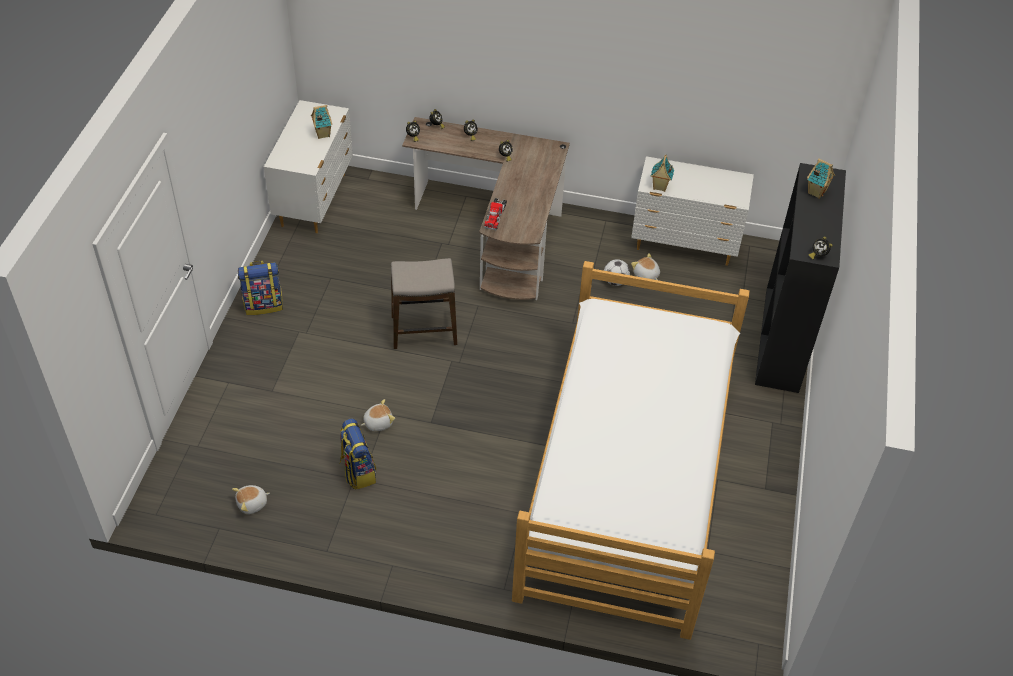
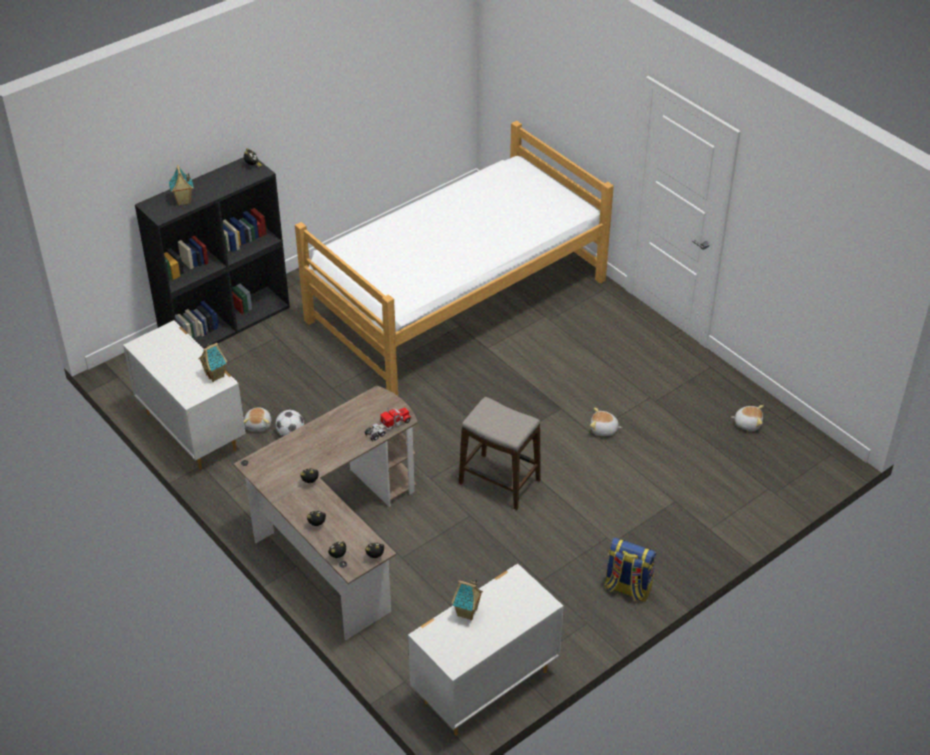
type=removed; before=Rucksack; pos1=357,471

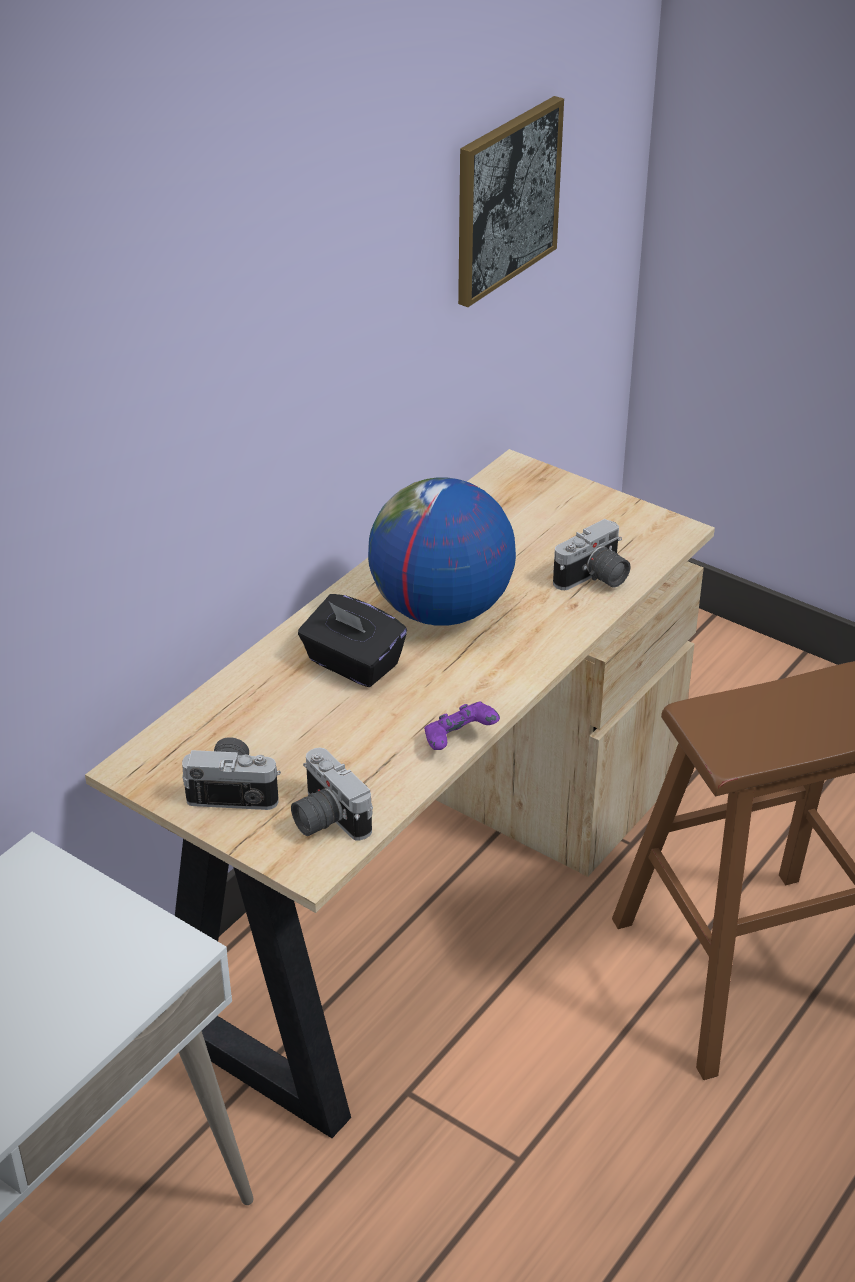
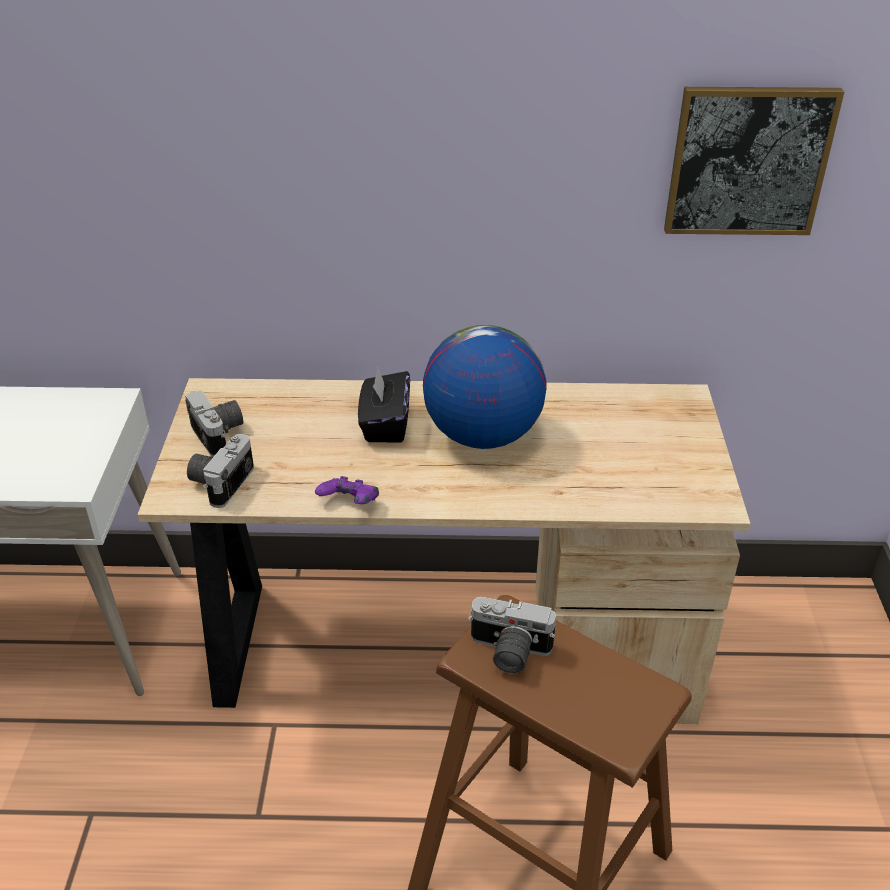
type=moved; before=Kamera; pos1=594,579; pos2=508,652

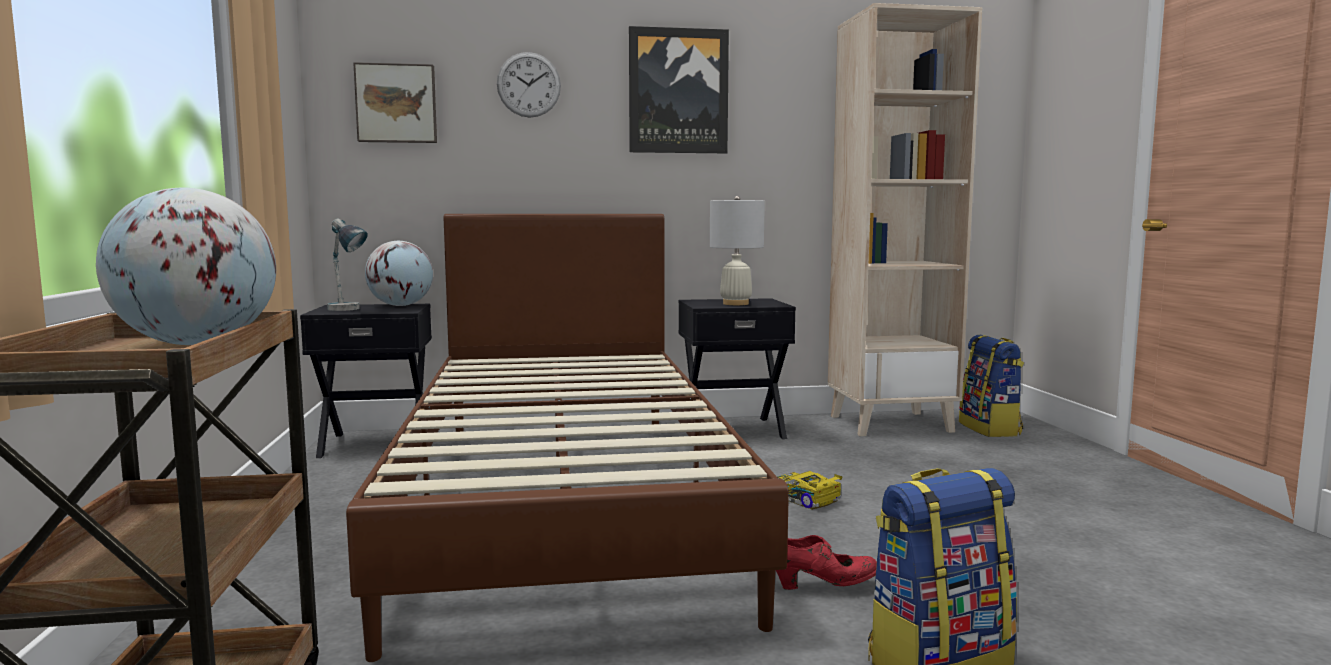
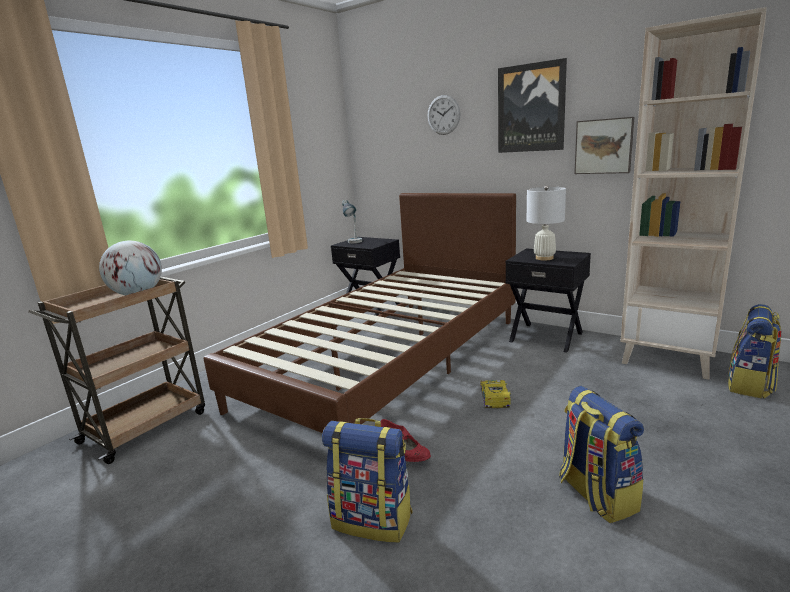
type=moved; before=Bild; pos1=396,104; pos2=603,146
type=removed; before=Globus; pos1=400,305
type=added; after=Rucksack; pos2=595,495

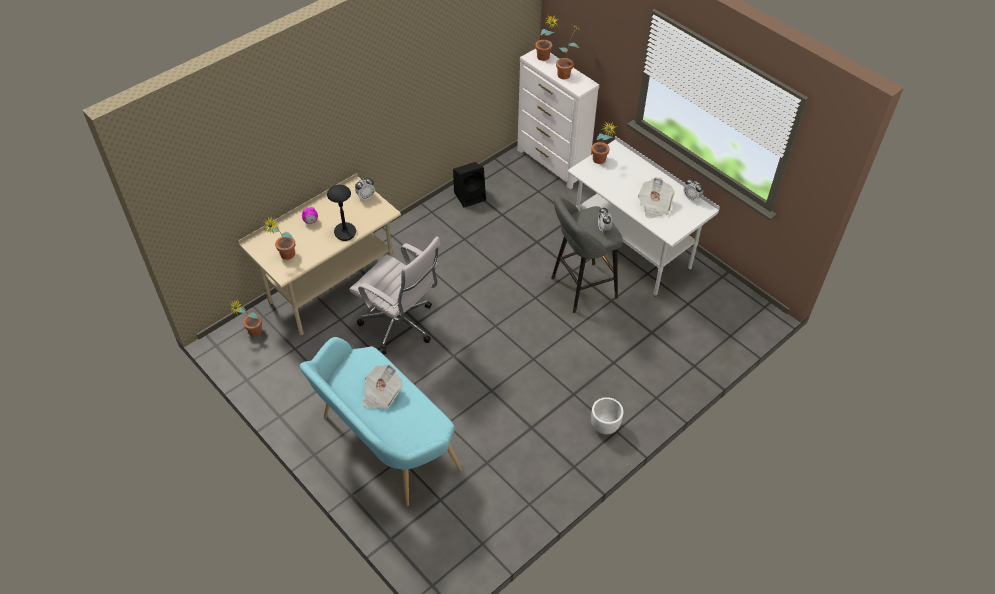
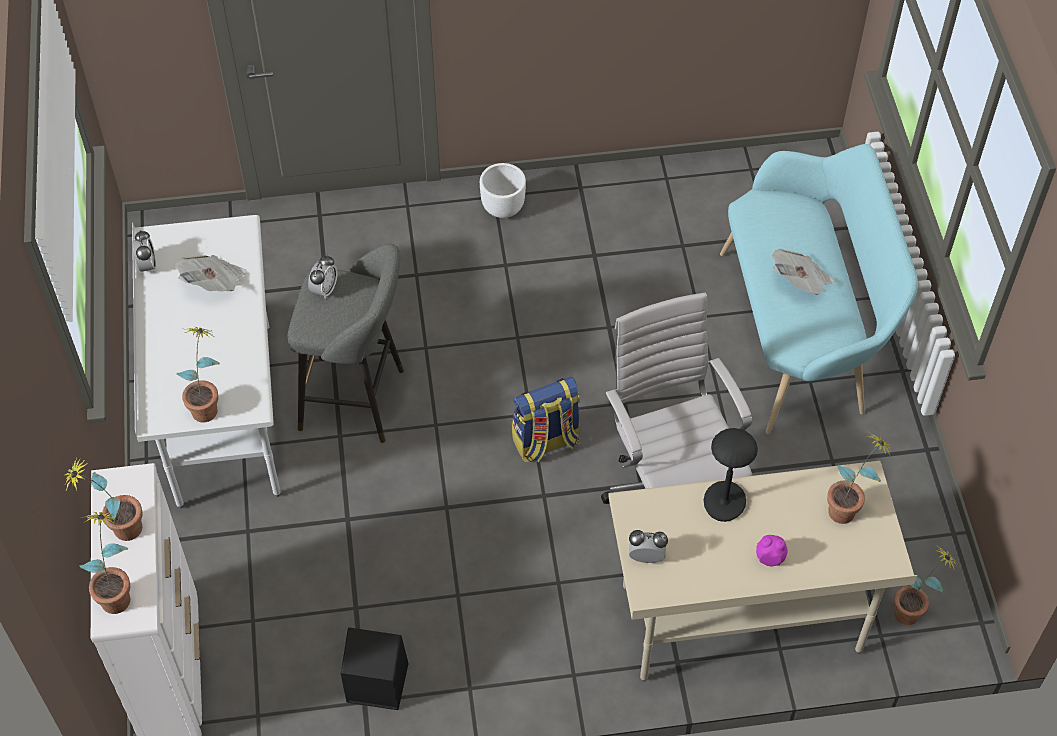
type=added; after=Rucksack; pos2=545,442

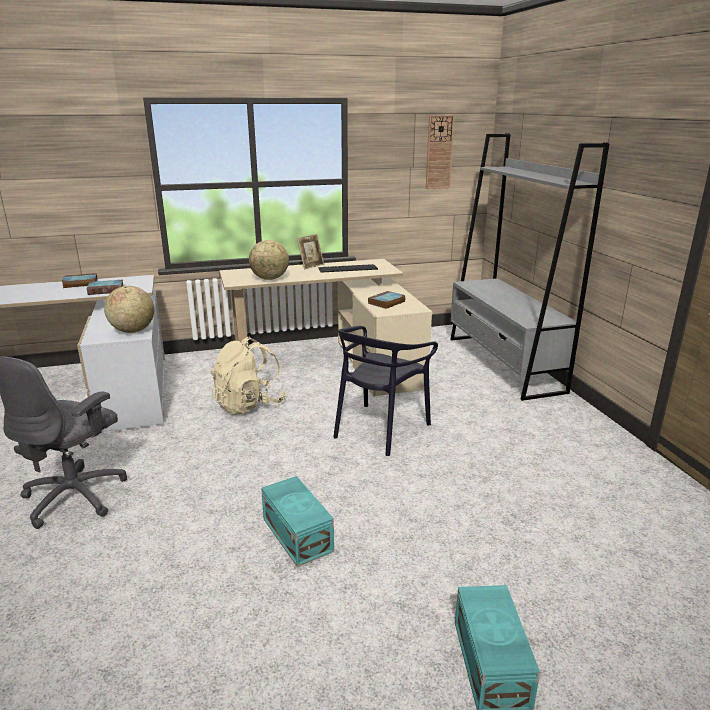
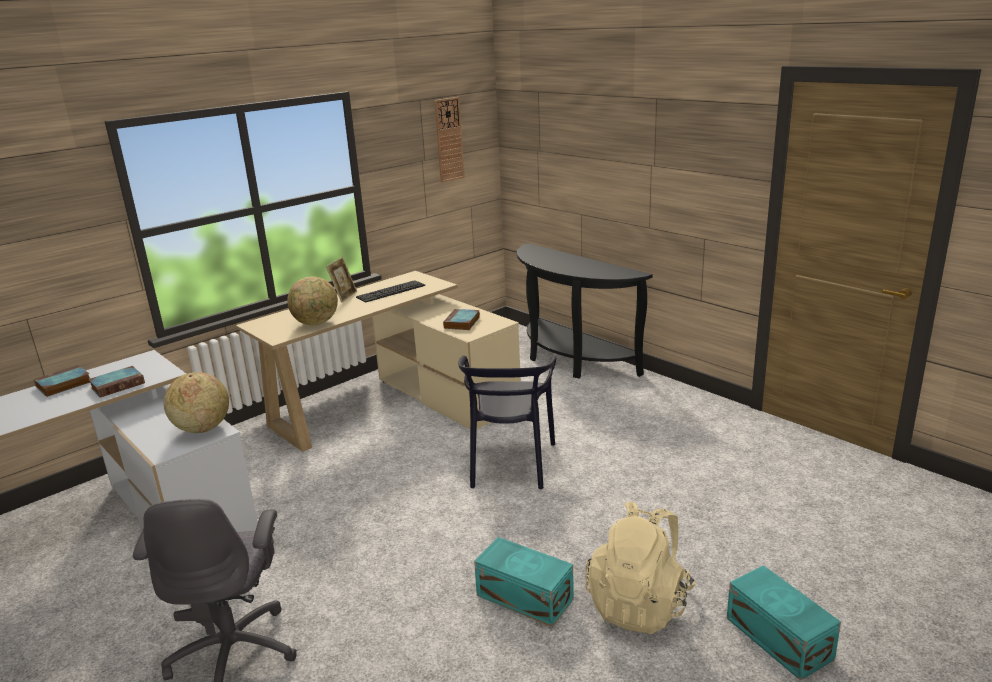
type=replaced; before=Bücherregal (grau); after=Konsolentisch (schwarz); pos1=503,364; pos2=571,360
type=moved; before=Rucksack (beige); pos1=249,404; pos2=639,604

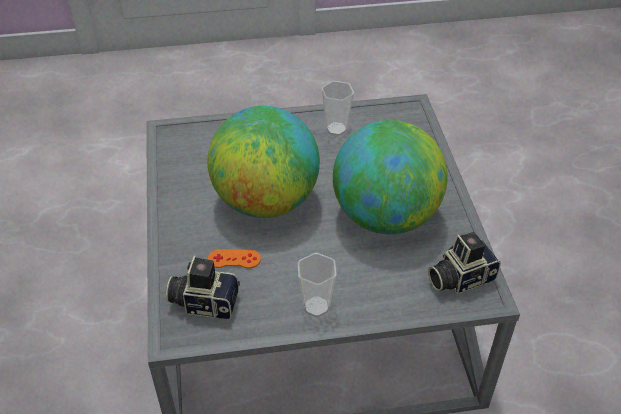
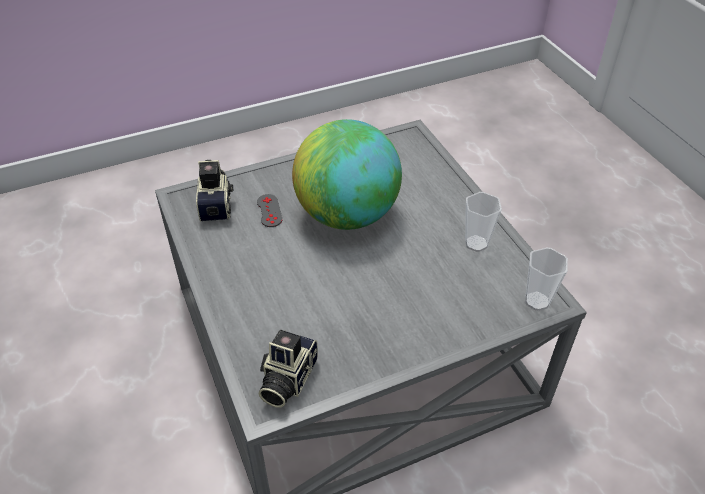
type=removed; before=Globus; pos1=385,216
type=turned; before=Kamera; pos1=459,277; pos2=286,379; turn=-120
type=recoloured; before=Gamepad (orange); after=Gamepad (grau); pos1=234,259; pos2=269,211
type=moved; before=Tasse; pos1=316,306; pos2=537,301

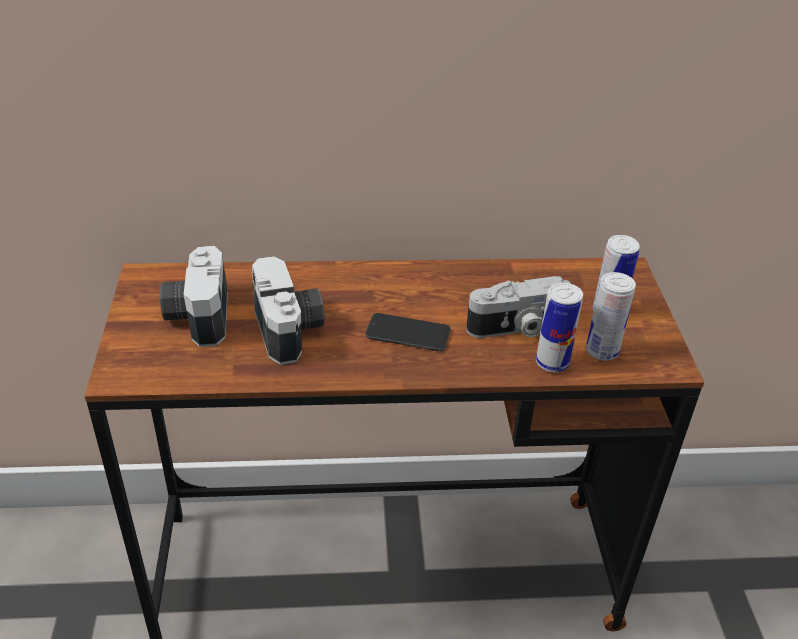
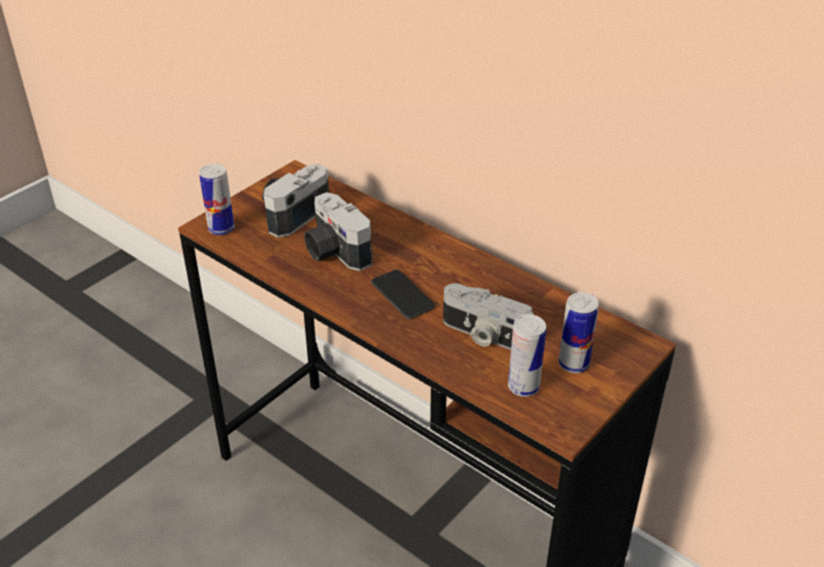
type=turned; before=Kamera; pos1=291,329; pos2=334,252; turn=120
type=moved; before=Dose; pos1=552,363; pos2=221,229

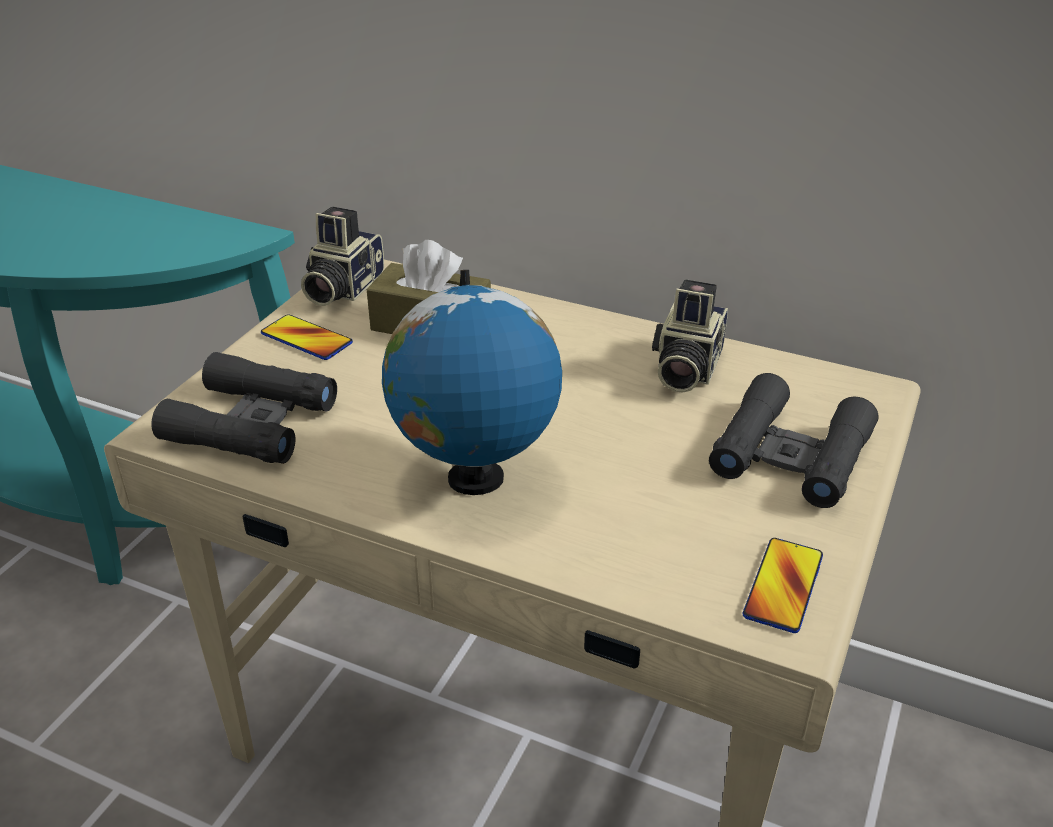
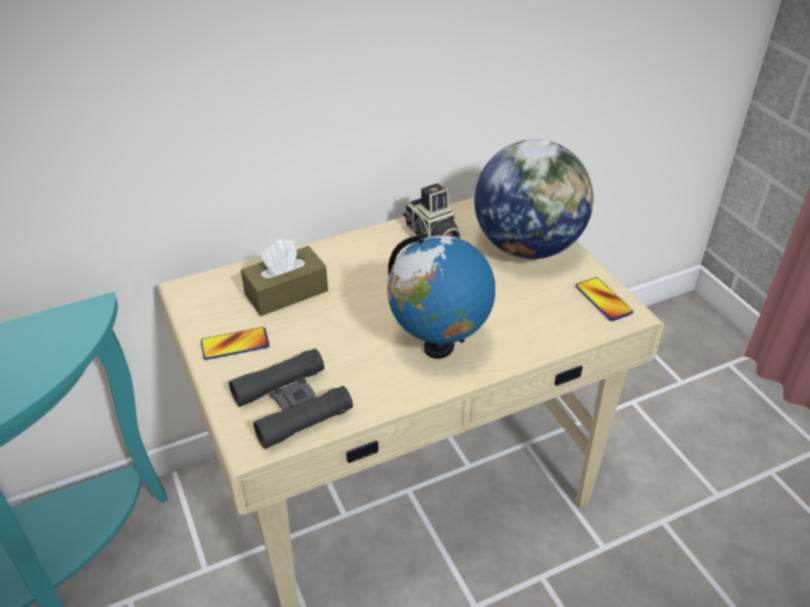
type=removed; before=Kamera; pos1=341,288
type=replaced; before=Fernglas (schwarz); after=Globus; pos1=790,454; pos2=527,246

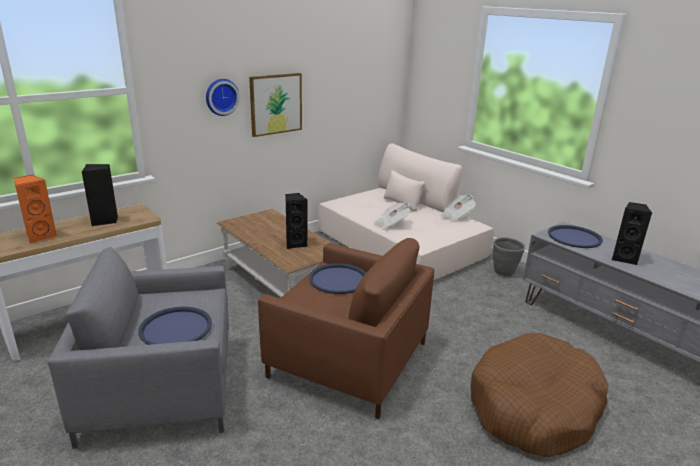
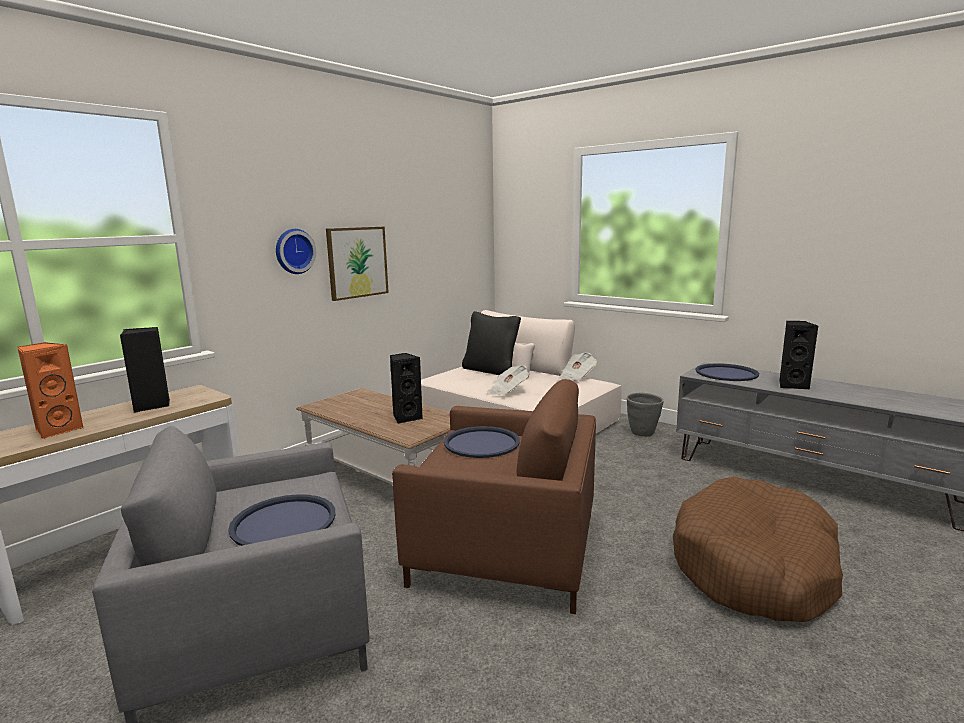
type=added; after=Kissen (schwarz); pos2=491,370

